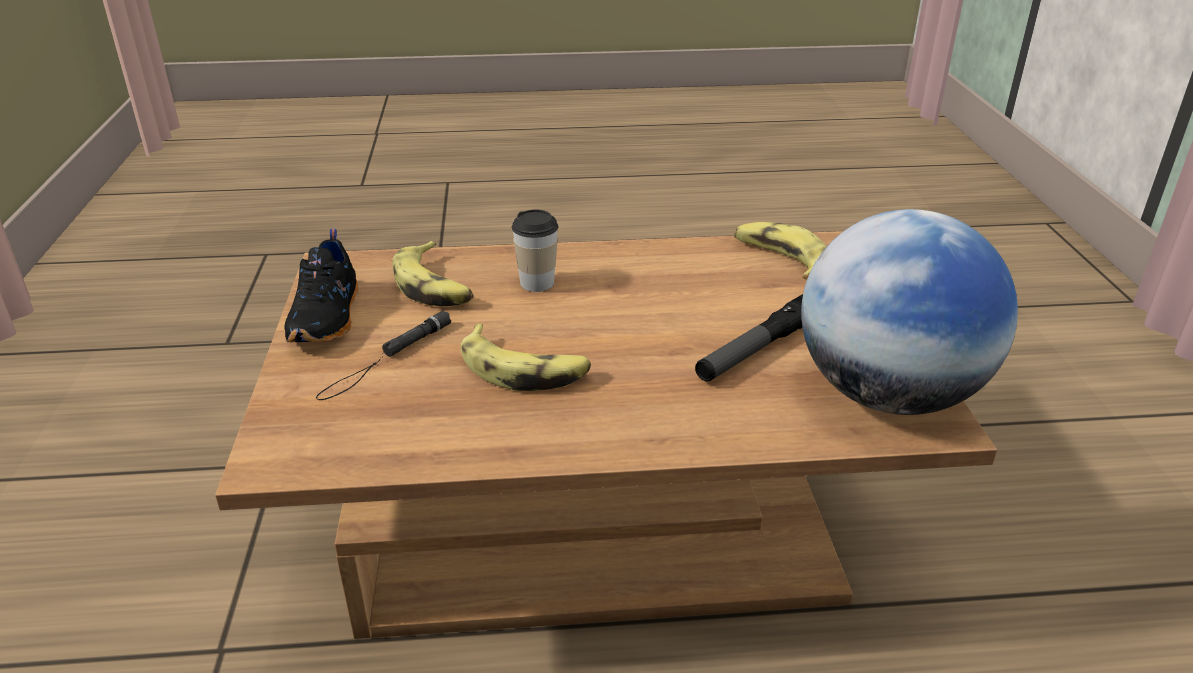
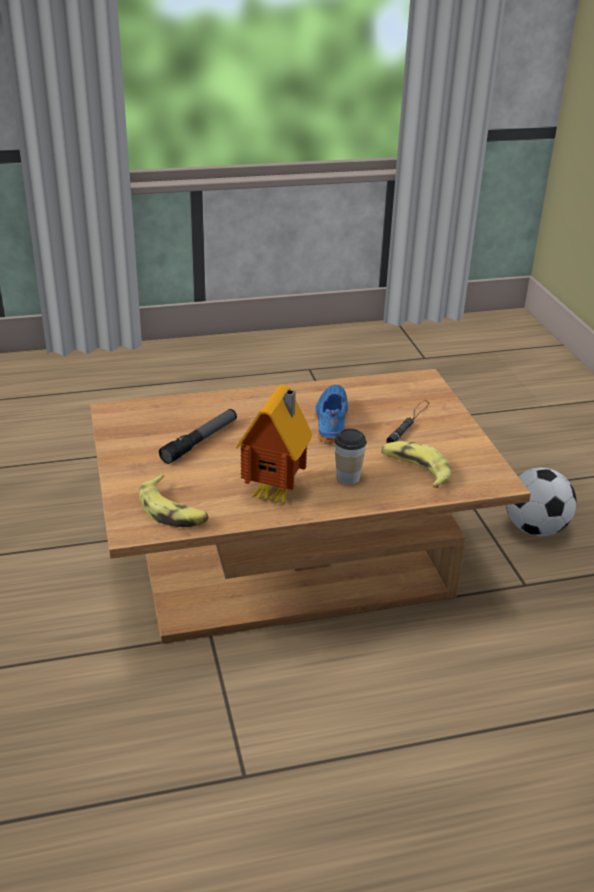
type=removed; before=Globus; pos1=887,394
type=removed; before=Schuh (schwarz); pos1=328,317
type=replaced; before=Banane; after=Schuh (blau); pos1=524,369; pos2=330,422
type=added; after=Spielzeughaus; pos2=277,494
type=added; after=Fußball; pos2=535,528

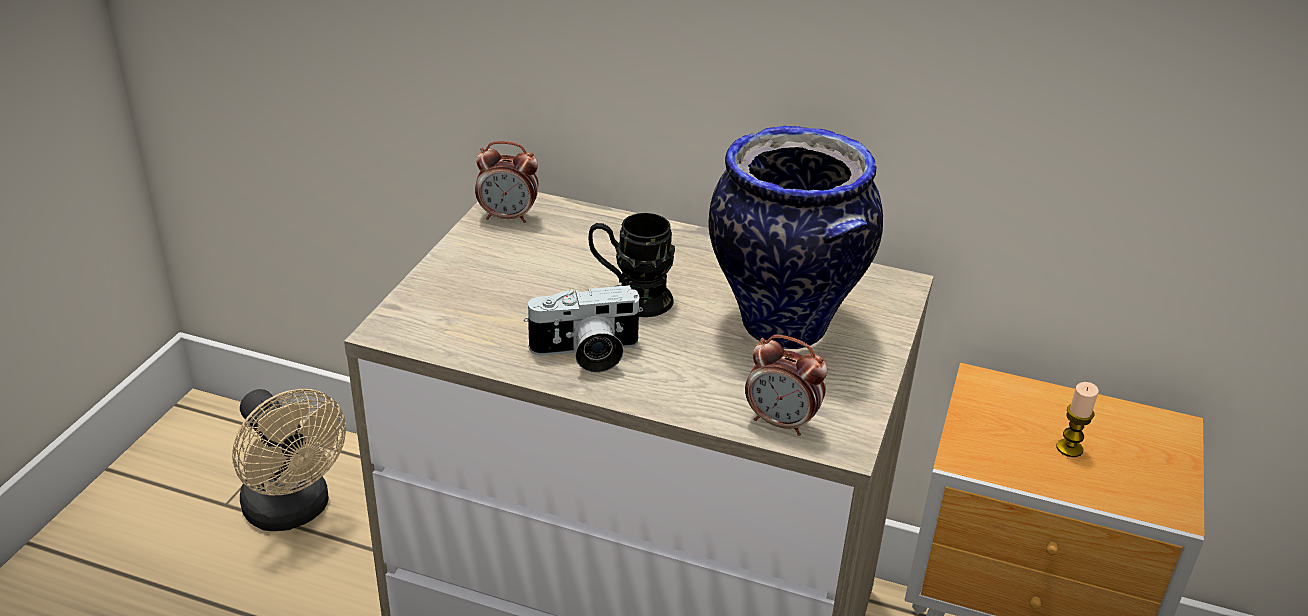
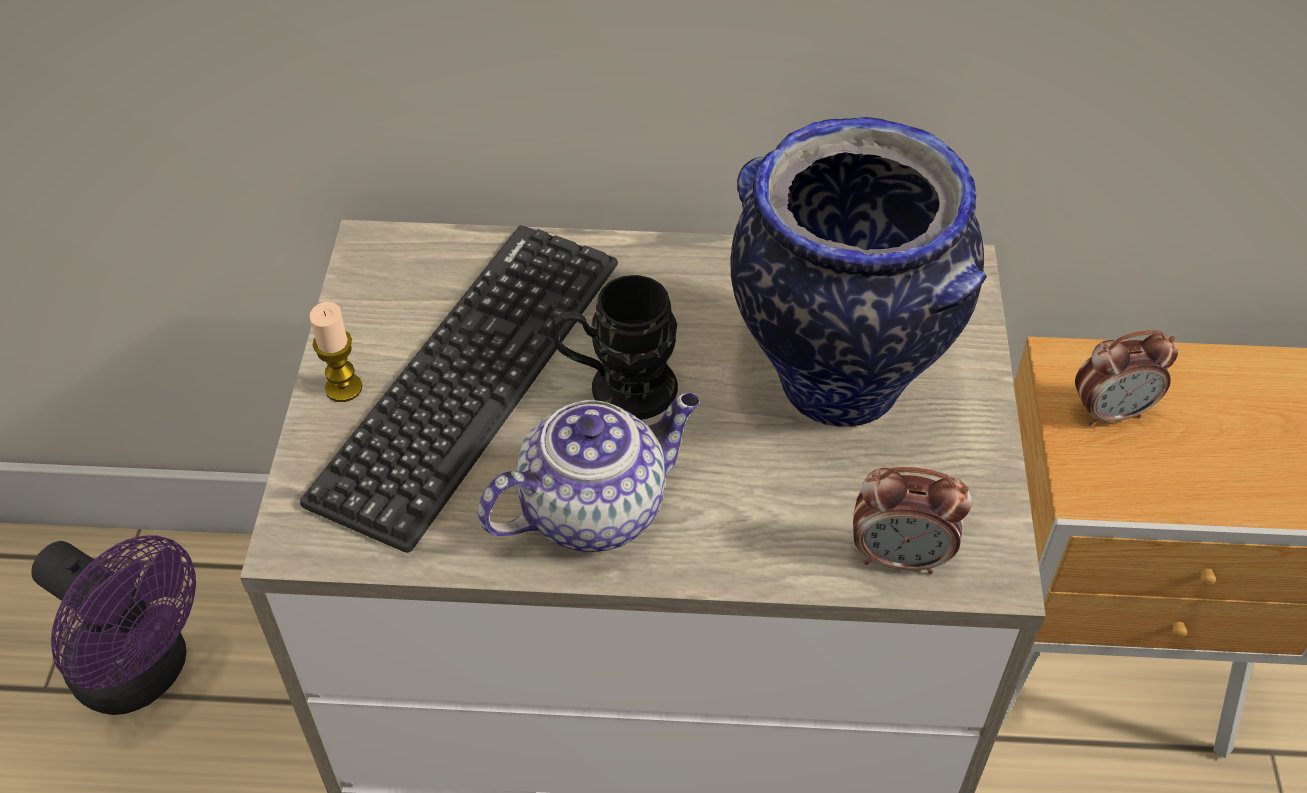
type=moved; before=Wecker; pos1=508,217; pos2=1111,412
type=replaced; before=Kamera; after=Teekanne; pos1=586,354; pos2=595,507
type=moved; before=Kerze; pos1=1069,448; pos2=343,388
type=recoloured; before=Ventilator (beige); after=Ventilator (lila); pos1=293,511; pos2=144,673
type=added; after=Tastatur; pos2=470,378

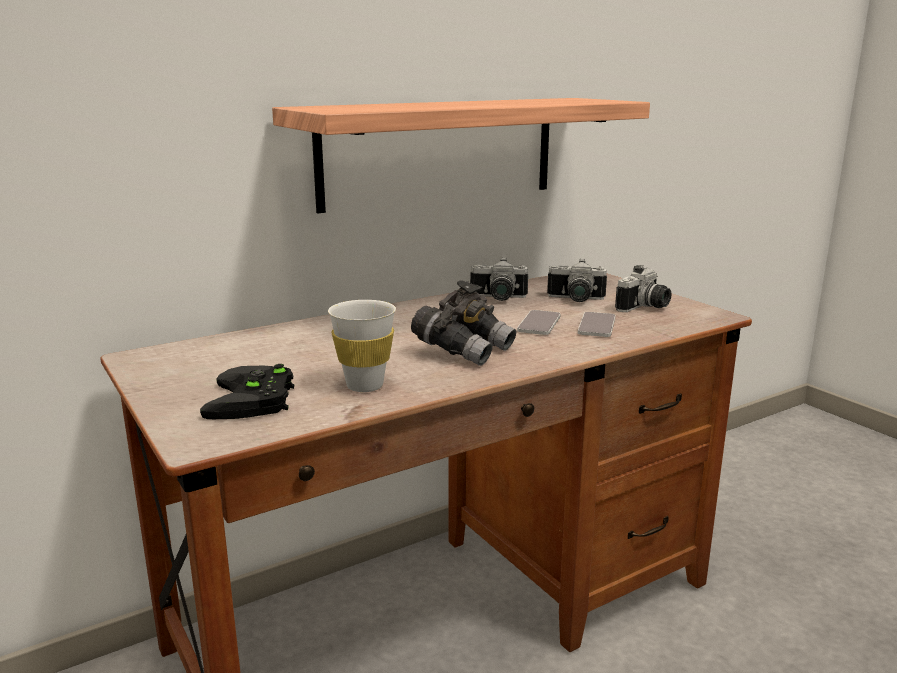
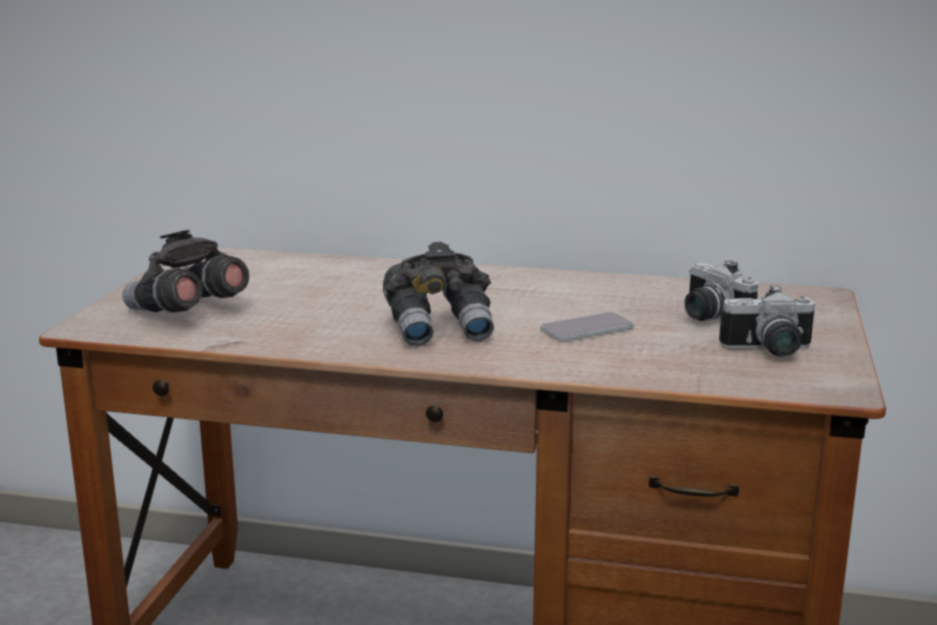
type=removed; before=Wandregal; pos1=440,151
type=removed; before=Kamera; pos1=498,298
type=removed; before=Tasse (weiß); pos1=365,386
type=removed; before=Handy; pos1=596,326
type=replaced; before=Gamepad (schwarz); after=Fernglas (grau); pos1=254,400; pos2=186,311

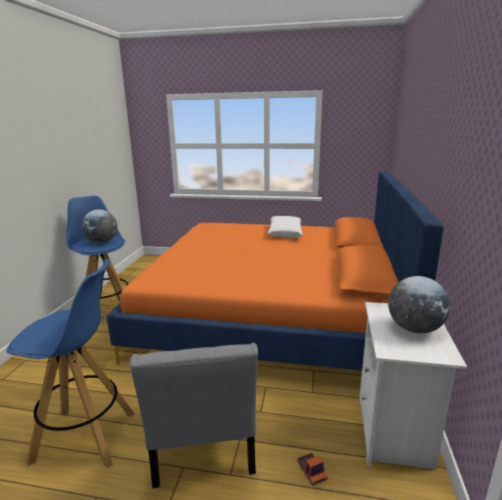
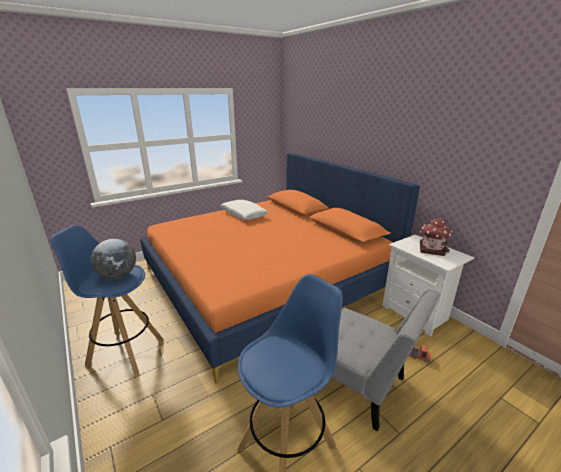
type=replaced; before=Globus; after=Spielzeughaus; pos1=414,329; pos2=431,249

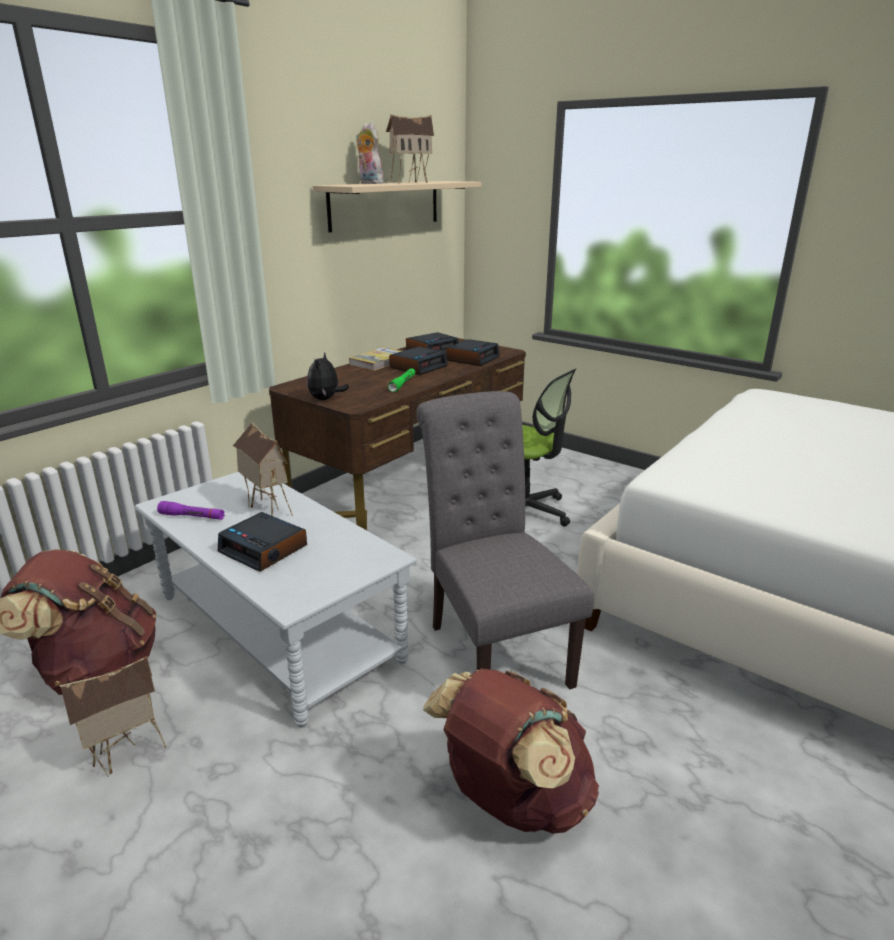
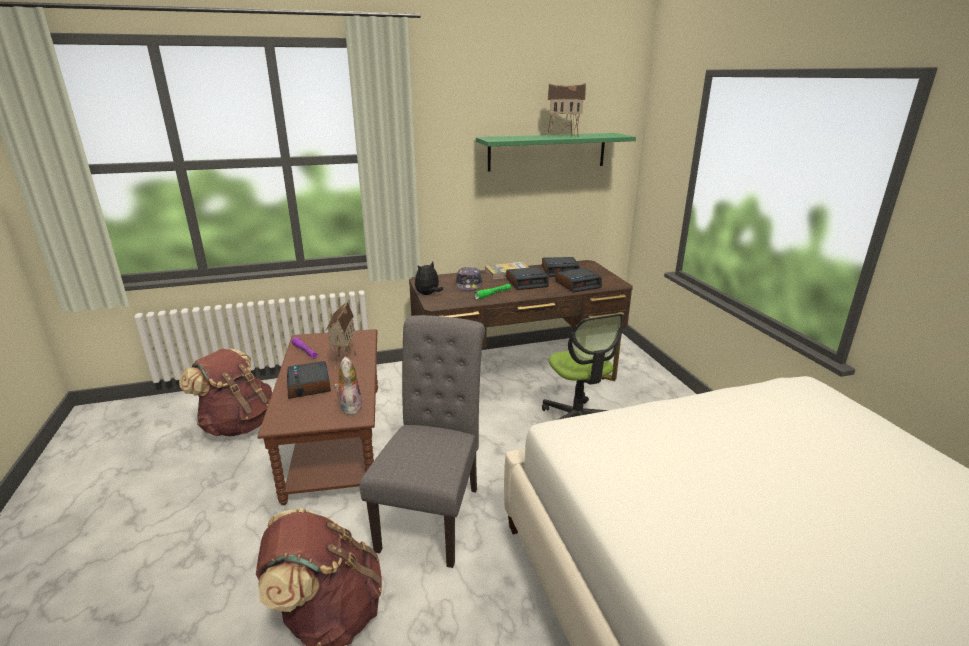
type=moved; before=Plüschtier; pos1=369,183; pos2=350,407
type=recoloured; before=Wandregal (beige); after=Wandregal (grün); pos1=385,205; pos2=547,151
type=recoloured; before=Couchtisch (grau); after=Couchtisch (braun); pos1=278,629; pos2=336,440
type=removed; before=Spielzeughaus; pos1=128,756
type=added; after=Kappe; pos2=469,284

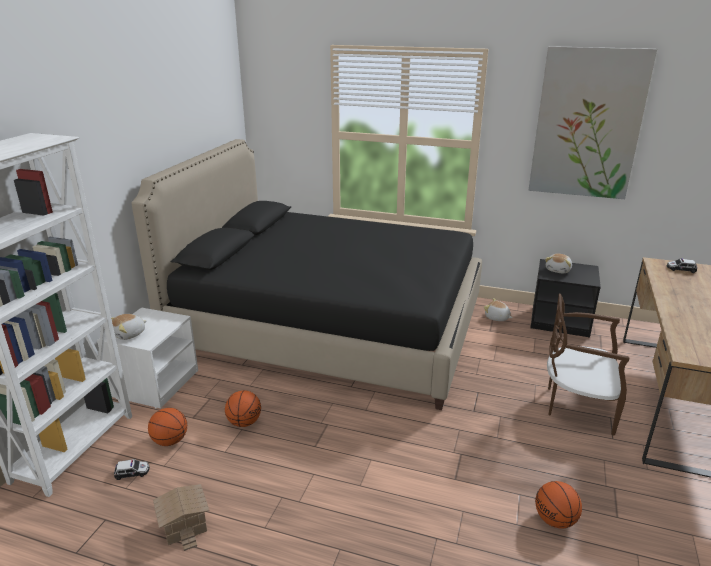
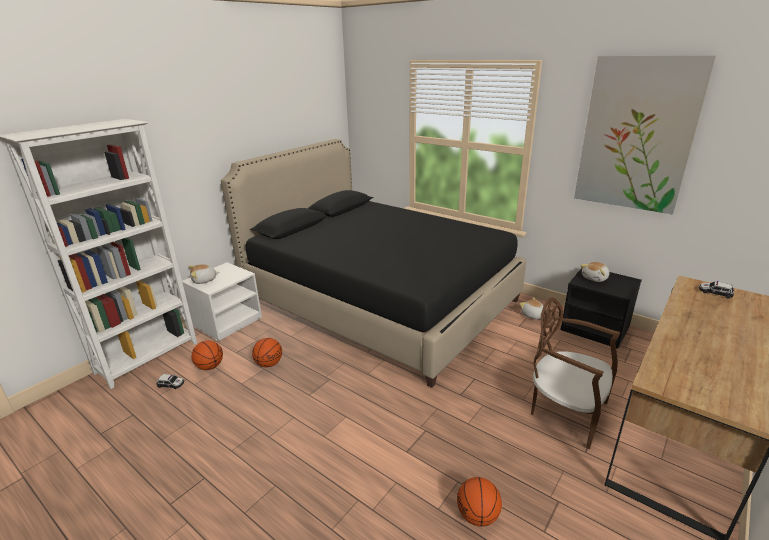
type=removed; before=Spielzeughaus; pos1=183,524

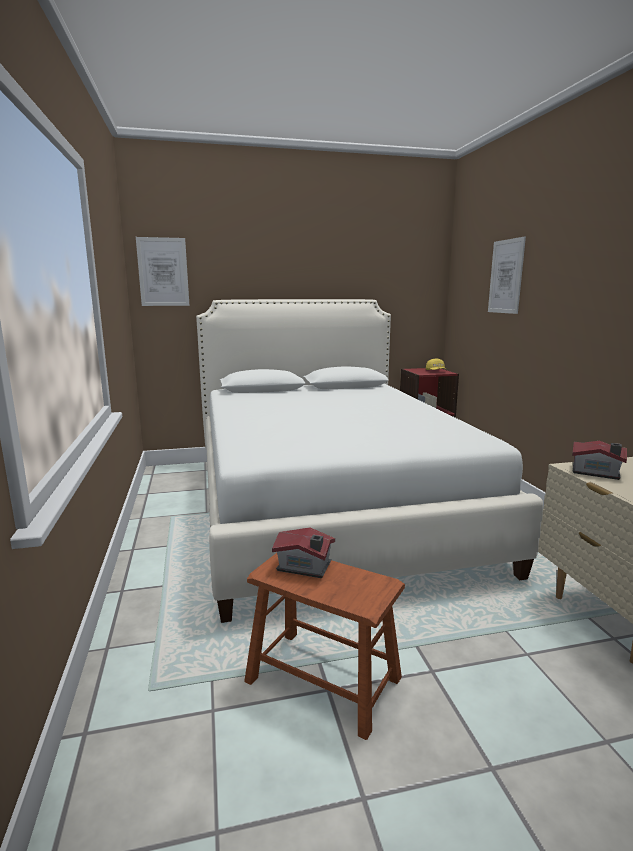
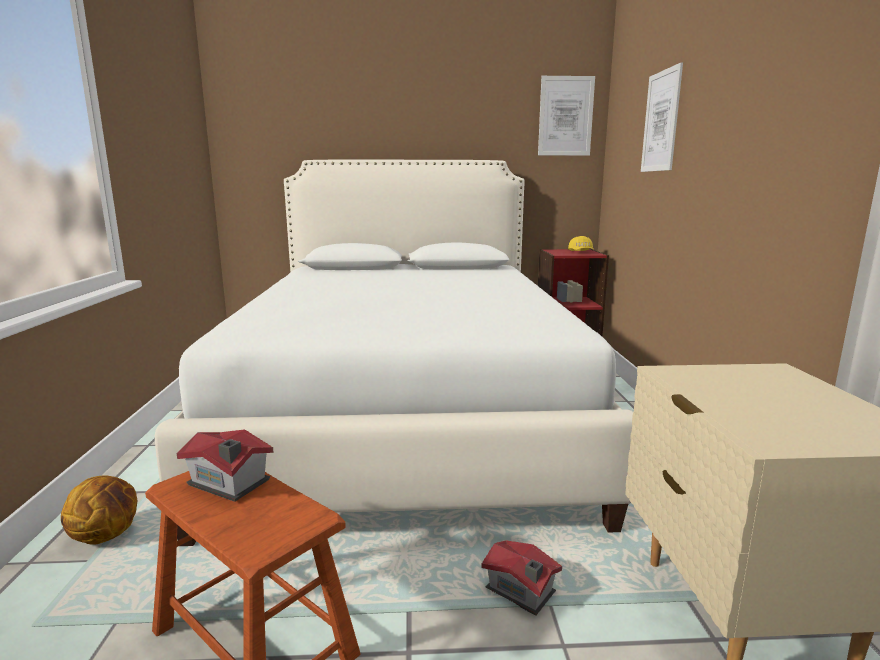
type=moved; before=Bild; pos1=163,272; pos2=565,116
type=moved; before=Spielzeughaus; pos1=597,472; pos2=521,593
type=added; after=Basketball; pos2=107,535

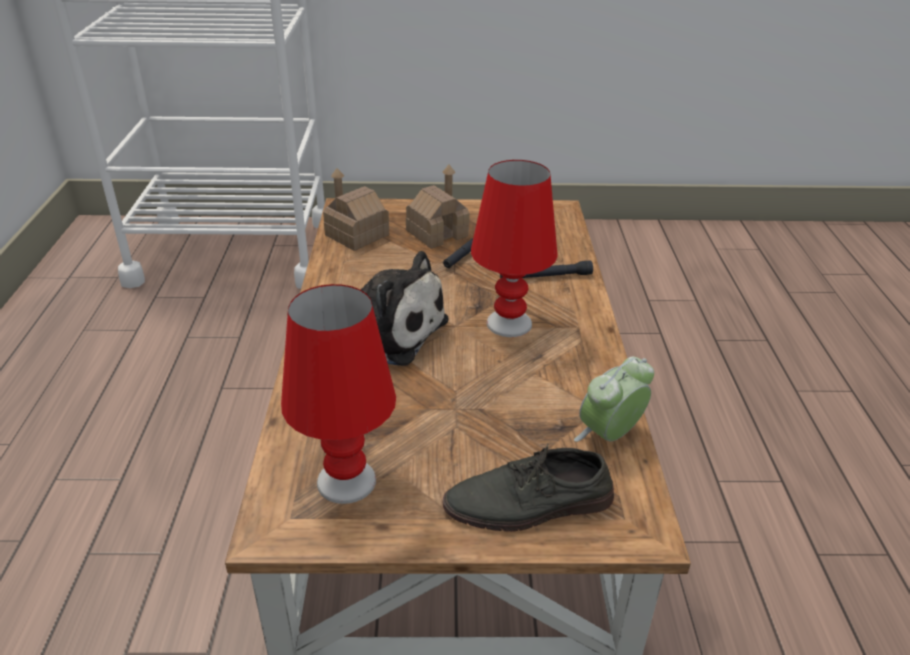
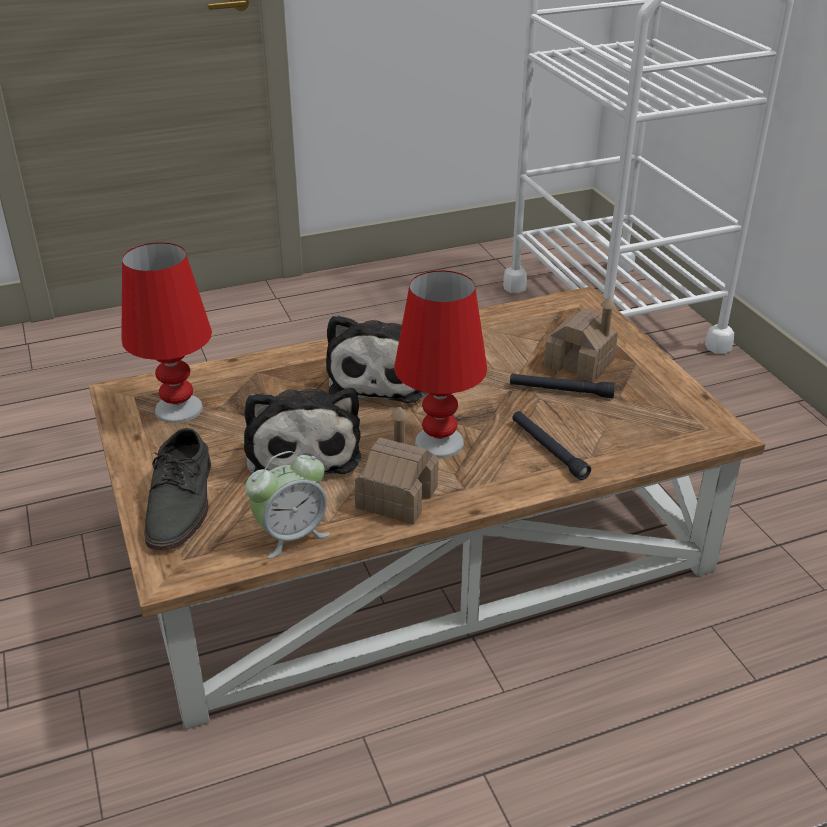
type=moved; before=Spielzeughaus; pos1=356,235; pos2=397,497
type=turned; before=Wecker; pos1=609,435; pos2=291,535; turn=120
type=turned; before=Schuh (grau); pos1=529,504; pos2=182,502; turn=-150
type=added; after=Plüschtier; pos2=301,450

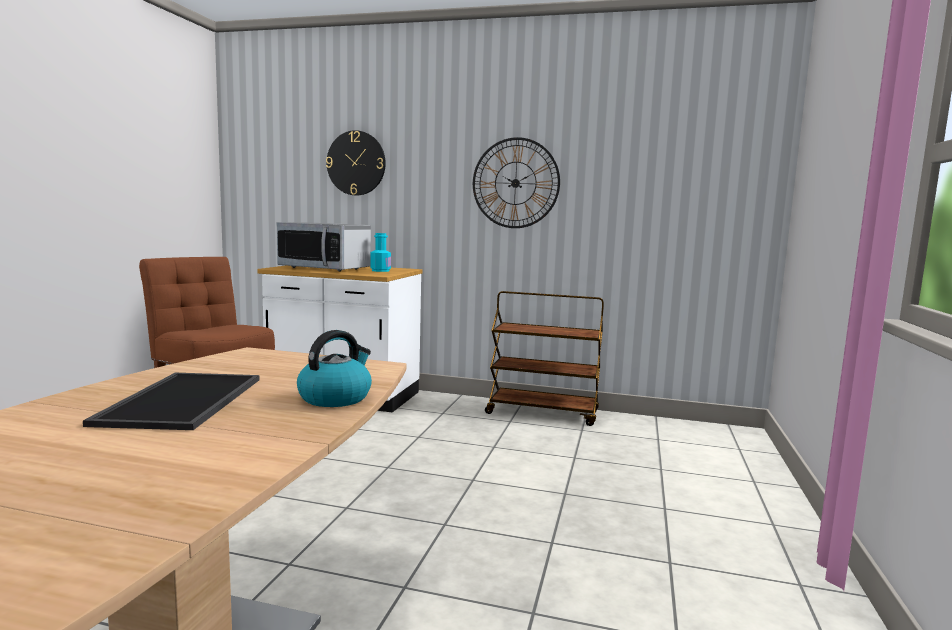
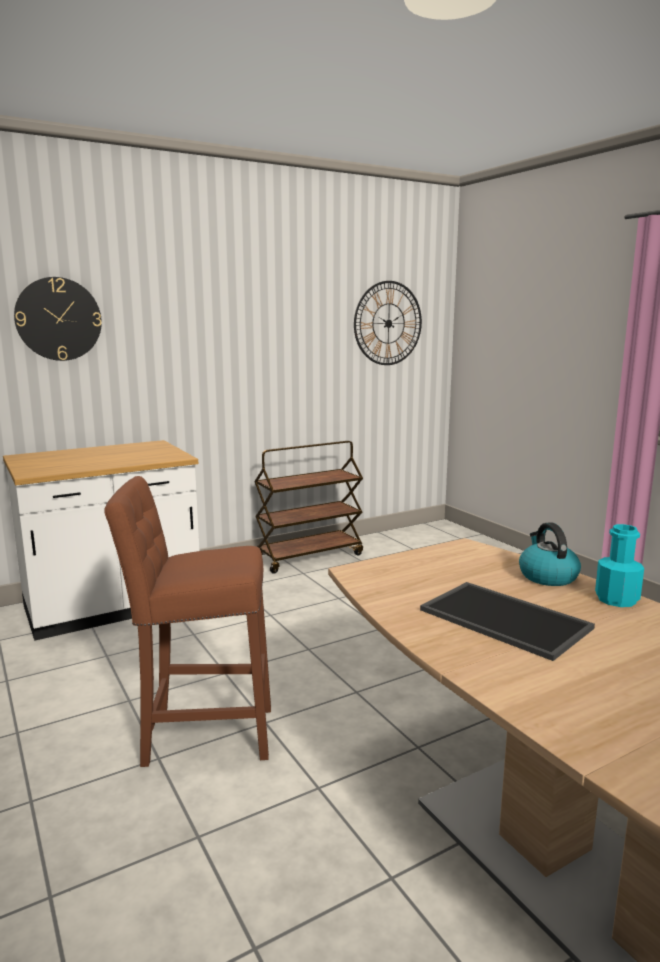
type=moved; before=Wanduhr; pos1=515,183; pos2=388,323
type=removed; before=Mikrowelle; pos1=325,268
type=moved; before=Flasche (türkis); pos1=380,270; pos2=616,599

